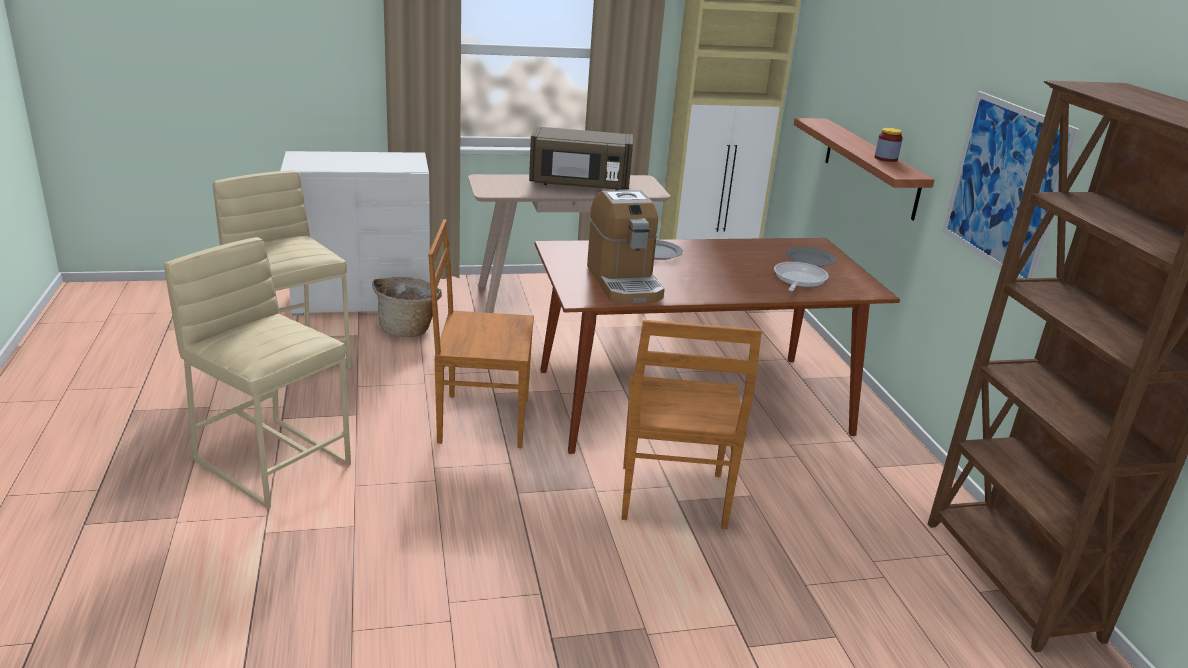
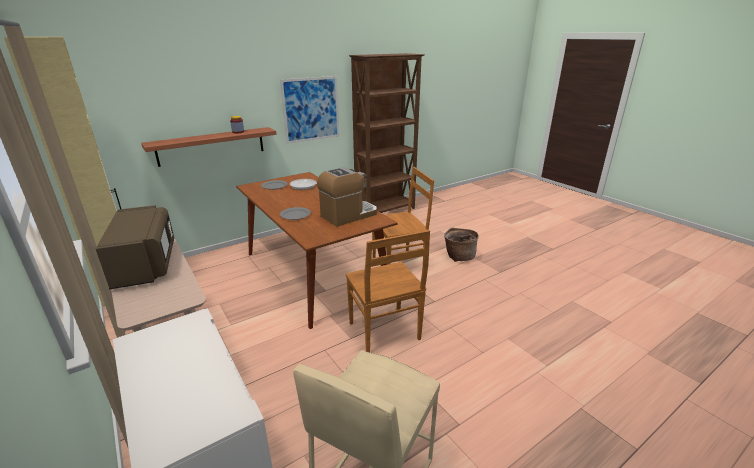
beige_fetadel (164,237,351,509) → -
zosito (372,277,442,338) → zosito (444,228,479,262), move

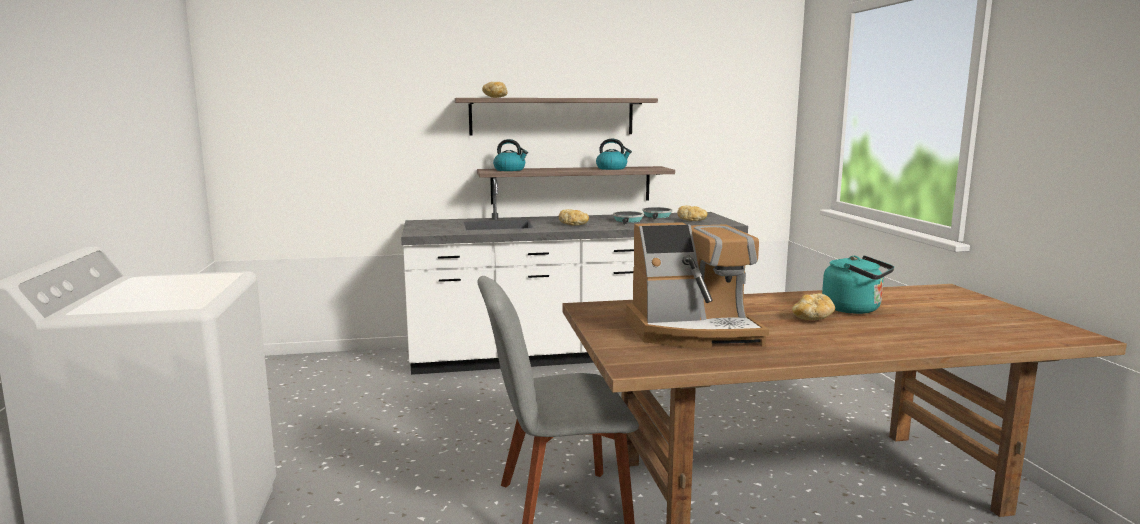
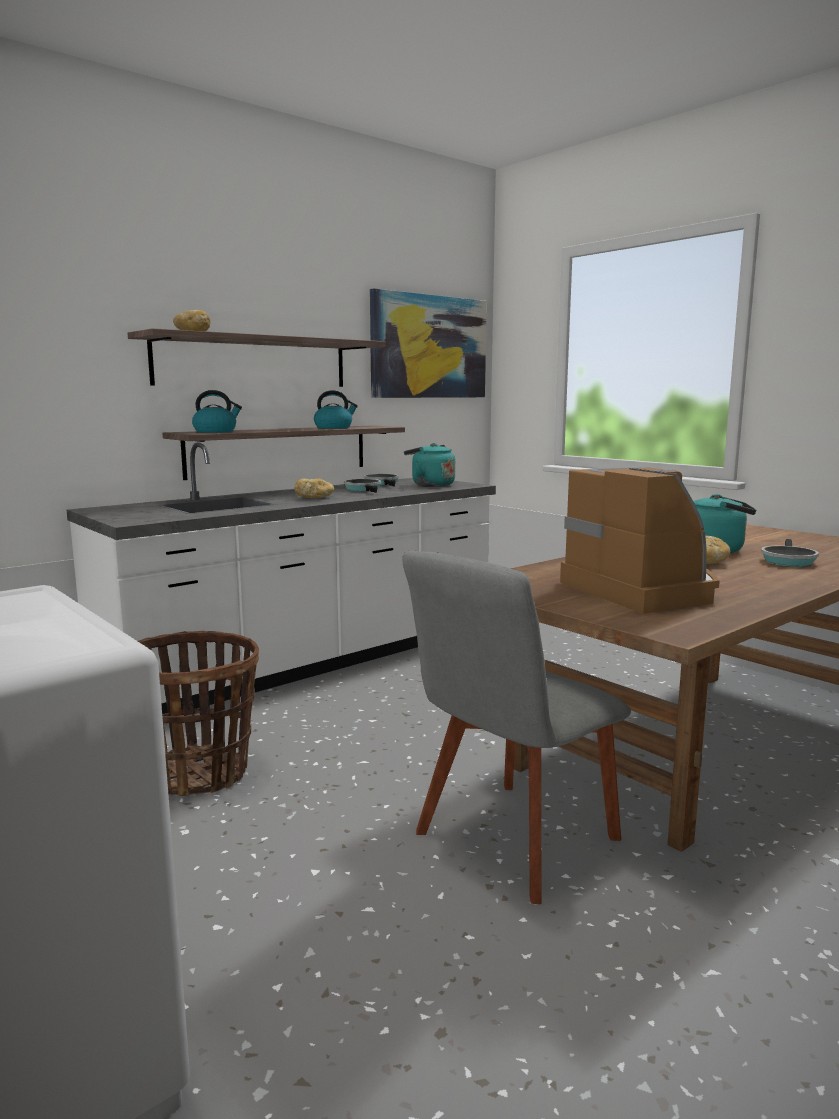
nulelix (677,206,708,221) → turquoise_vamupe (404,443,455,487)
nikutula (626,222,769,348) → nikutula (560,466,720,614), 75 degrees counterclockwise
- → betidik (370,288,487,398)
- → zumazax (761,539,819,567)
- → zosito (138,631,259,796)

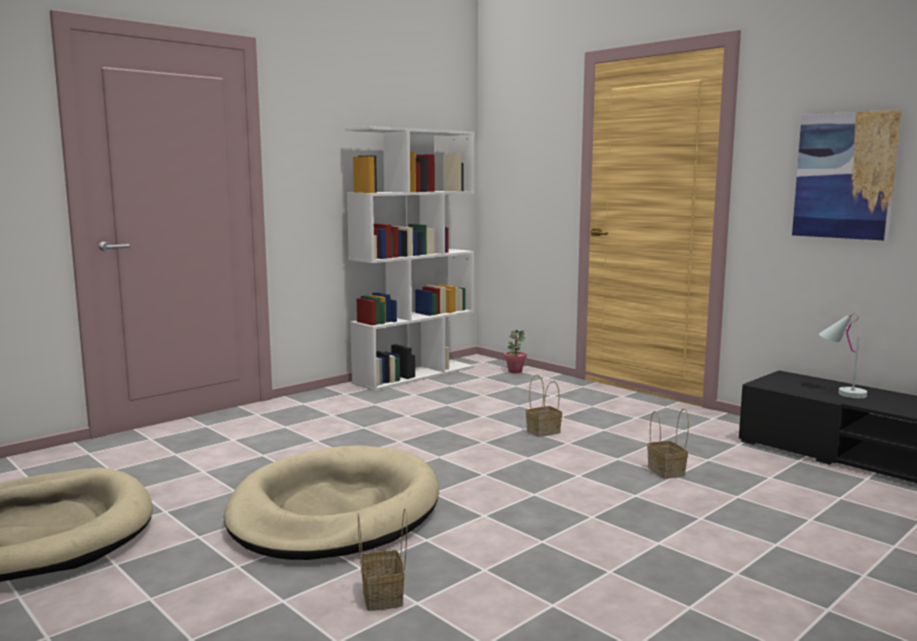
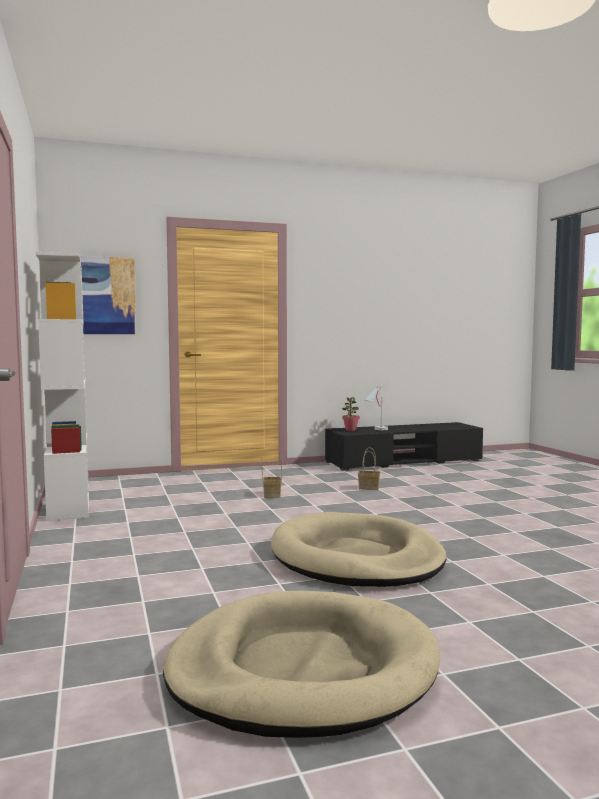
betidik (792,109,902,241) → betidik (80,256,136,334), move
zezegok (504,329,527,373) → zezegok (342,397,360,431), move
zosito (358,508,407,611) → -

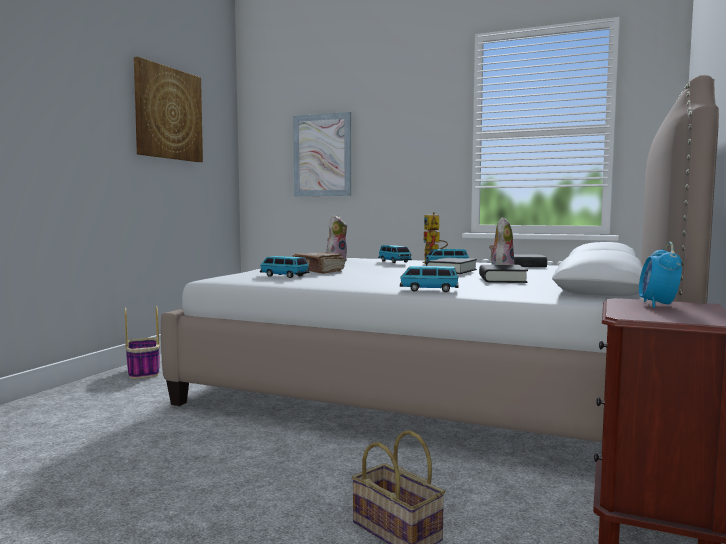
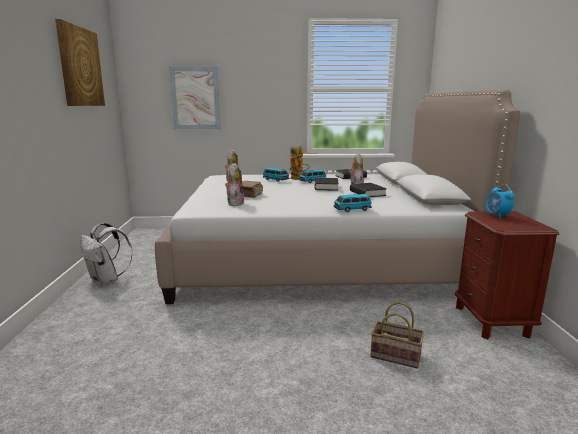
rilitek (260,256,309,278) → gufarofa (225,163,244,206)
zosito (125,306,160,379) → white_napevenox (81,223,133,286)

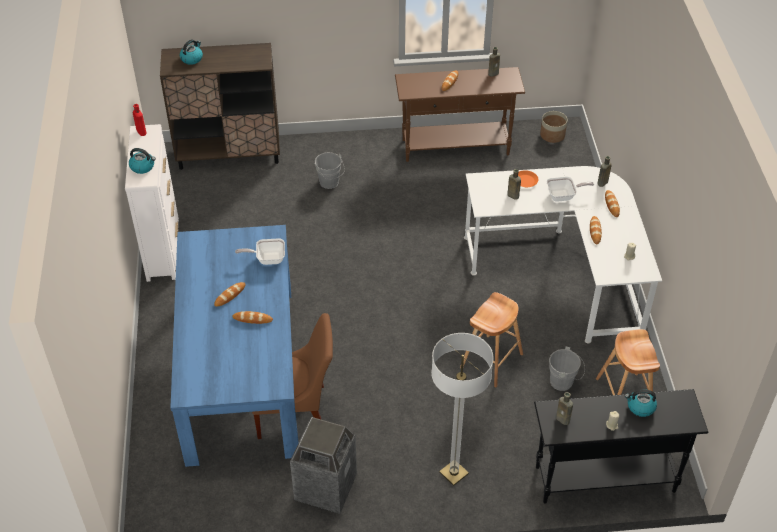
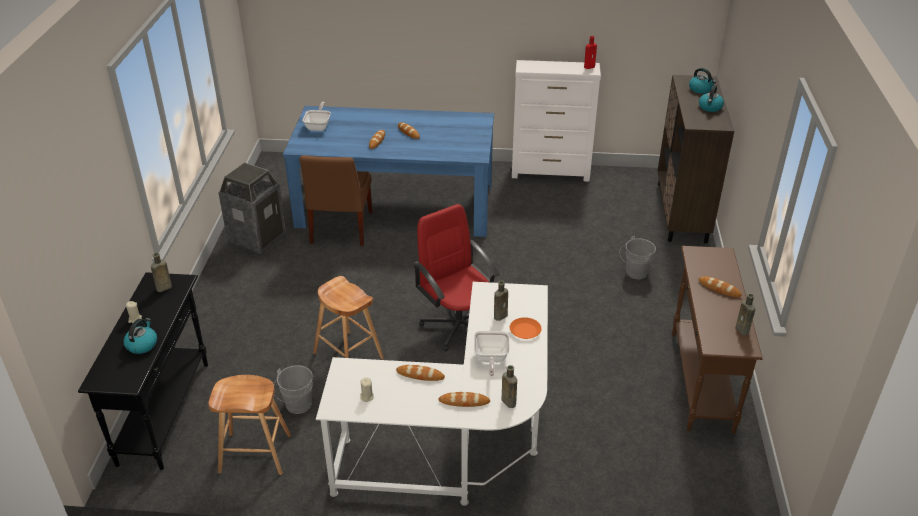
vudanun (540,111,567,143) → -
vamupe (129,148,156,174) → vamupe (699,85,724,112), move
zumazax (235,238,285,265) → zumazax (302,102,331,131), move
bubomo (431,333,494,486) → -
- → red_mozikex (413,204,500,351)

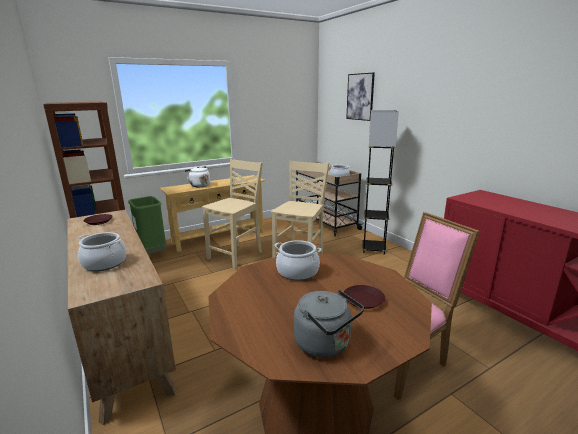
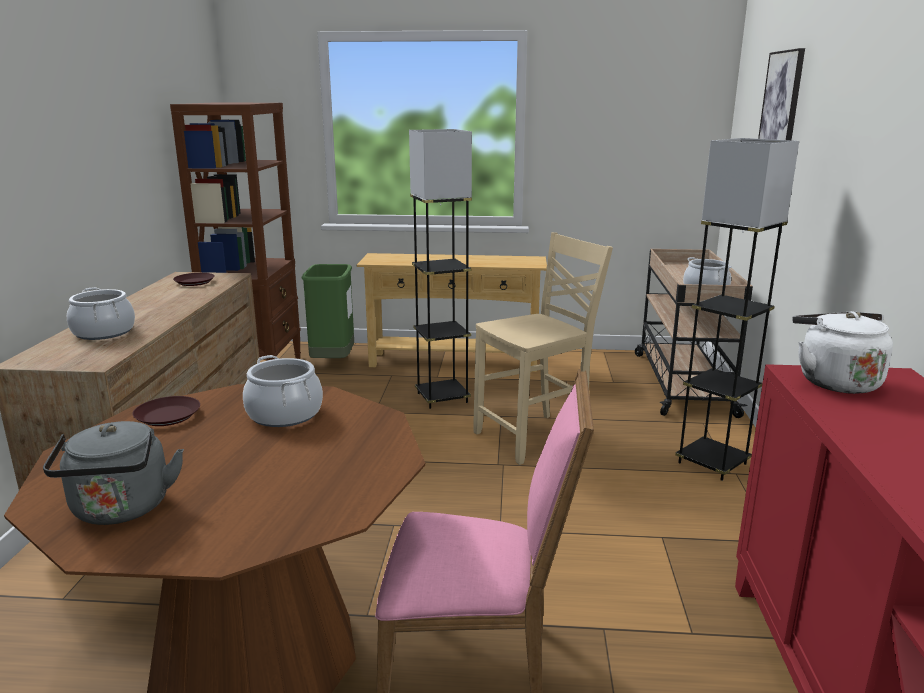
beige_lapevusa (202,159,263,269) → grey_bubomo (409,129,472,409)
white_vamupe (185,166,210,187) → white_vamupe (792,311,893,394), move
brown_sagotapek (344,285,385,309) → brown_sagotapek (132,396,200,426), move

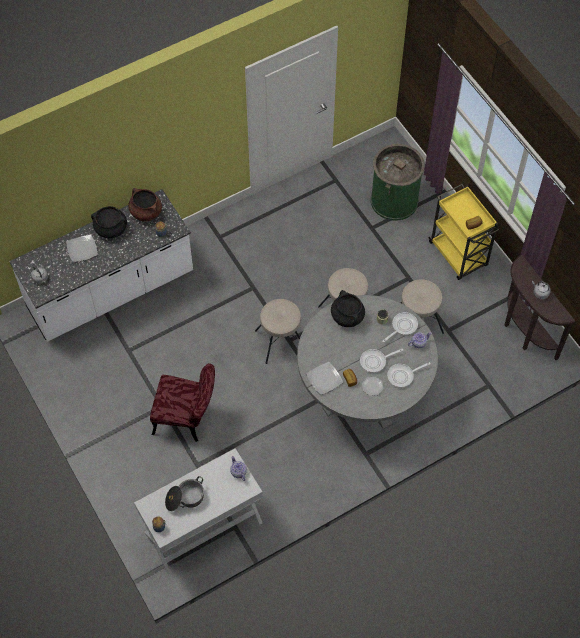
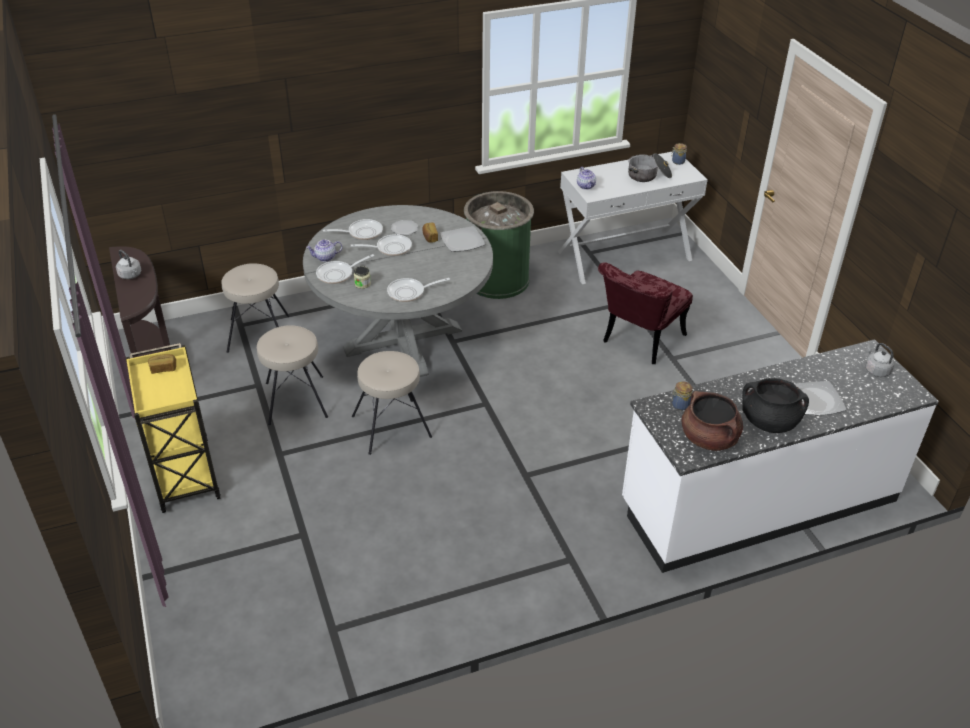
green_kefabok (371,144,425,221) → green_kefabok (464,191,534,299), move
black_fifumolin (331,290,365,327) → zumazax (387,278,450,302)
beige_fetadel (255,299,301,364) → beige_fetadel (222,263,290,353), move
red_lapevusa (150,363,215,442) → red_lapevusa (598,262,693,364), 75 degrees counterclockwise

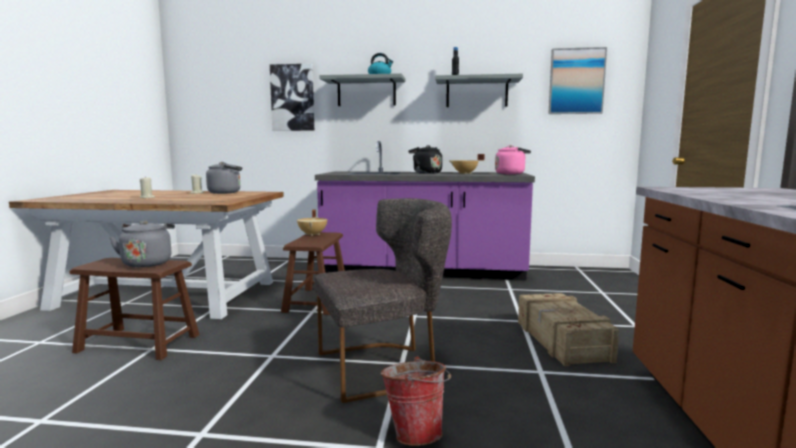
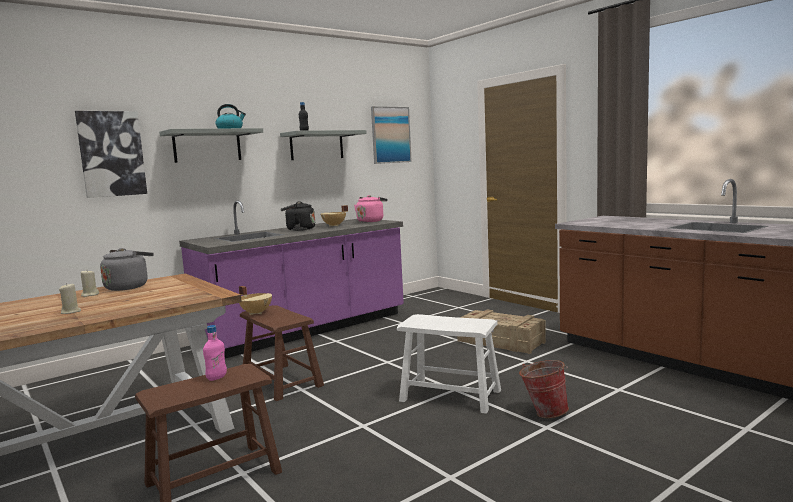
grey_lapevusa (314,198,452,403) → white_fetadel (397,314,501,414)
grey_vamupe (109,221,175,267) → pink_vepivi (203,325,227,381)

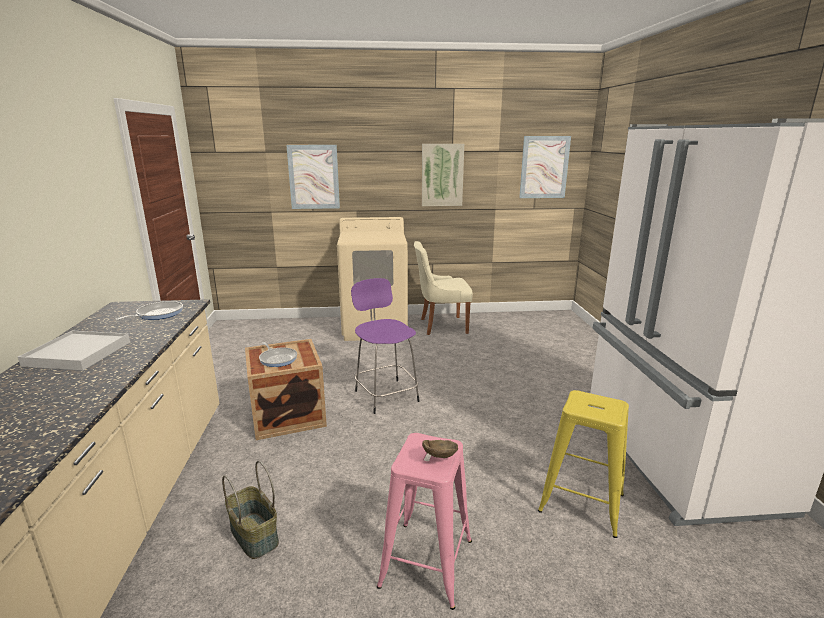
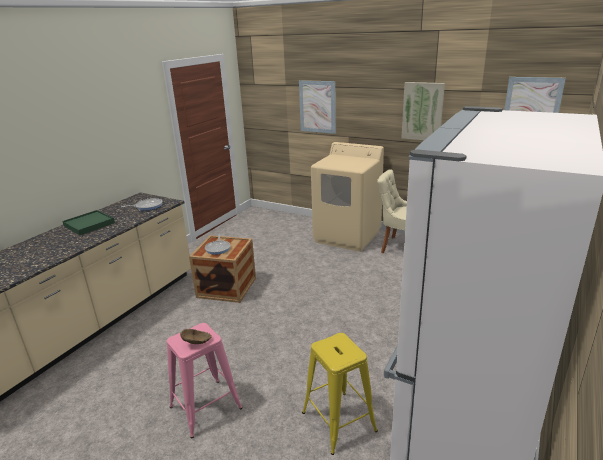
purple_fetadel (351,278,419,414) → -
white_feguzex (18,331,130,370) → green_feguzex (62,210,115,235)
zosito (222,461,279,559) → -

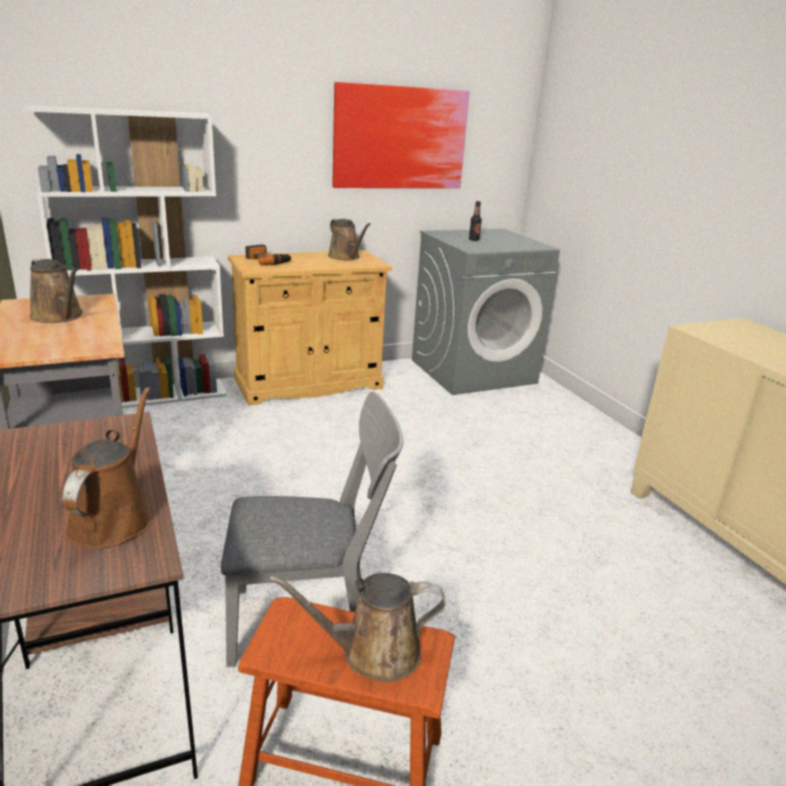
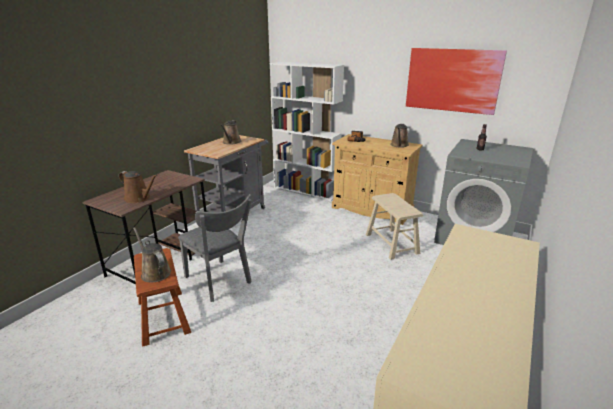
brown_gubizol (63,387,152,549) → brown_gubizol (119,171,157,203), 60 degrees clockwise
- → beige_fetadel (366,193,423,260)

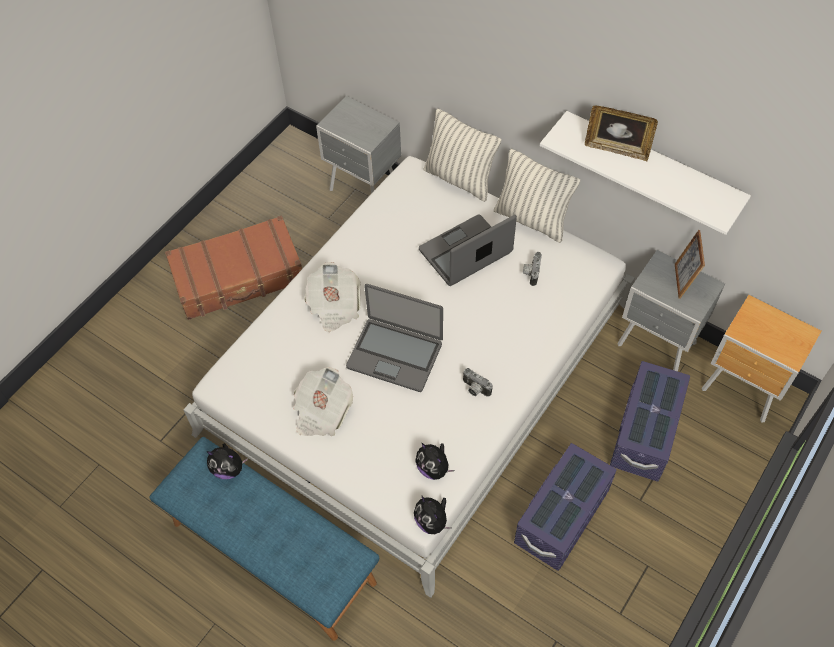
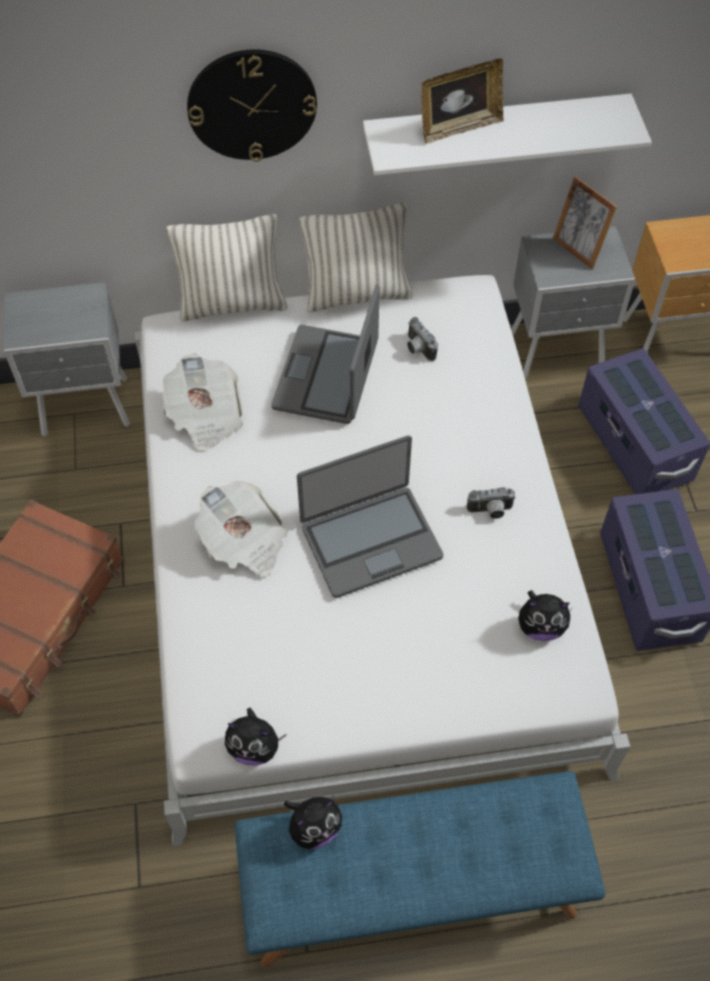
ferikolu (293,367,353,436) → ferikolu (162,354,243,452), move
gufarofa (414,495,451,534) → gufarofa (225,708,286,766), move
- → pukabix (187,49,317,162)

